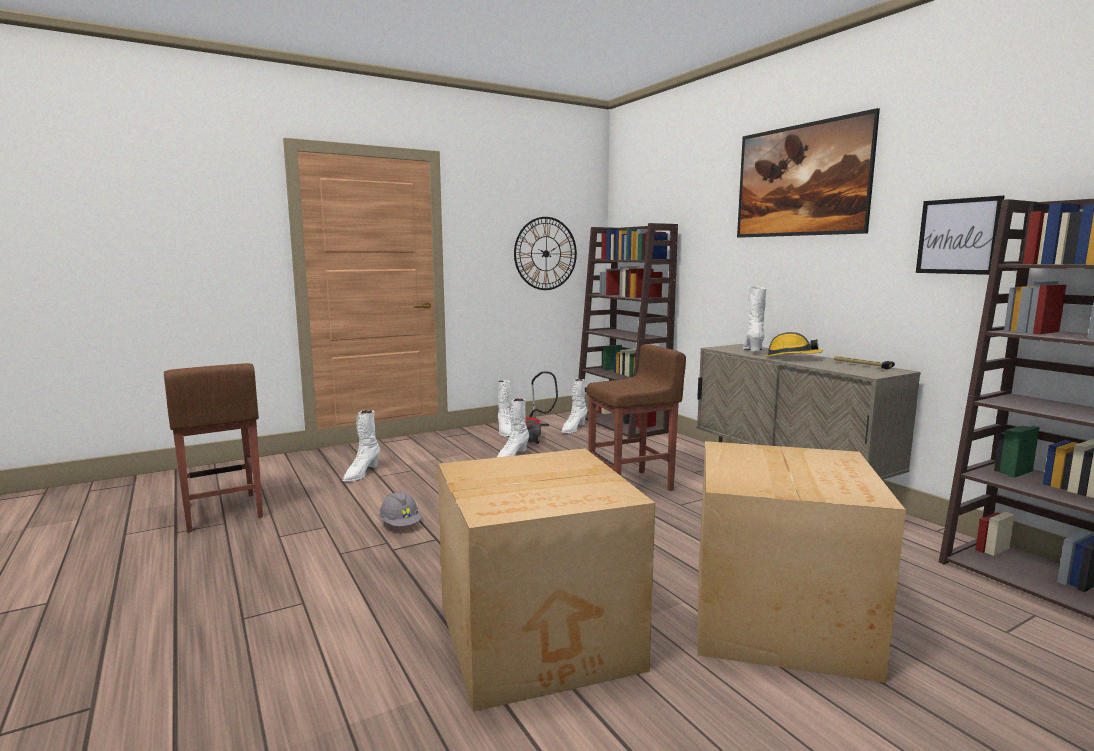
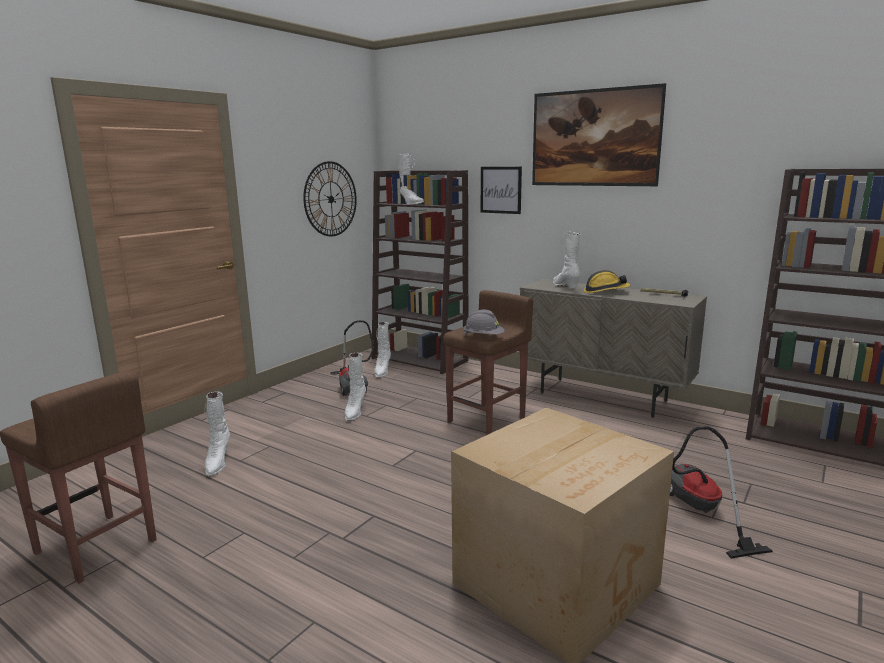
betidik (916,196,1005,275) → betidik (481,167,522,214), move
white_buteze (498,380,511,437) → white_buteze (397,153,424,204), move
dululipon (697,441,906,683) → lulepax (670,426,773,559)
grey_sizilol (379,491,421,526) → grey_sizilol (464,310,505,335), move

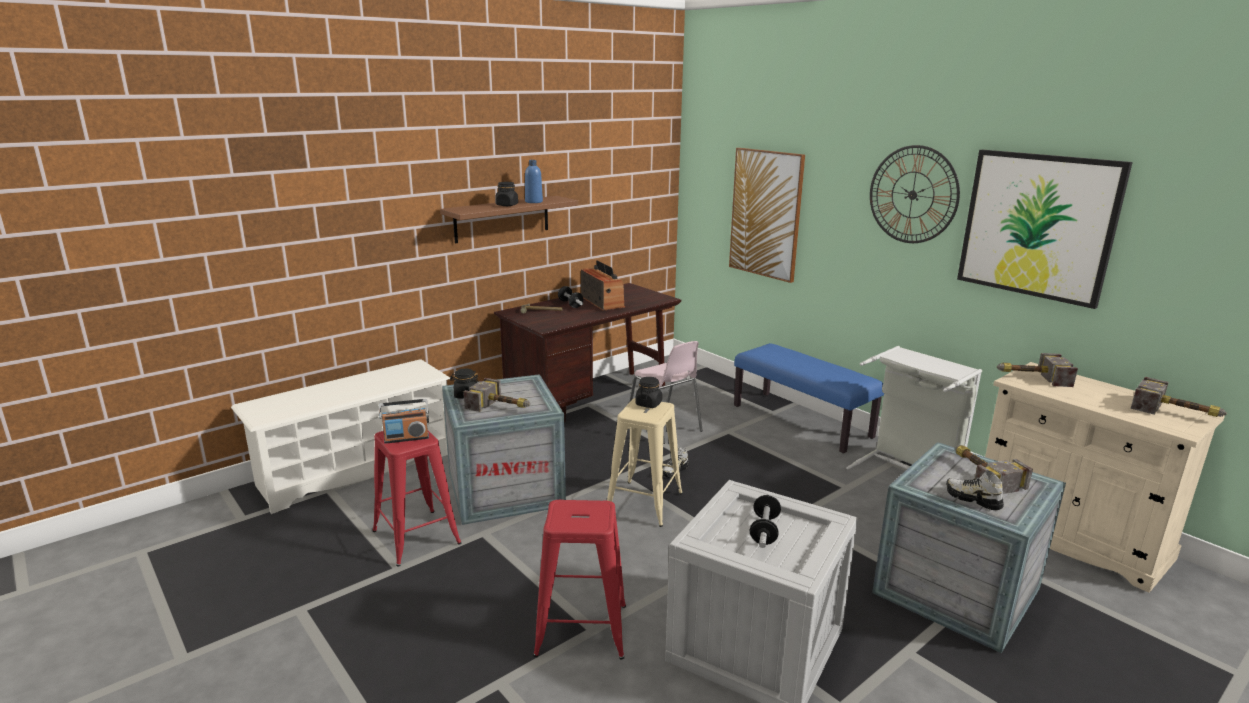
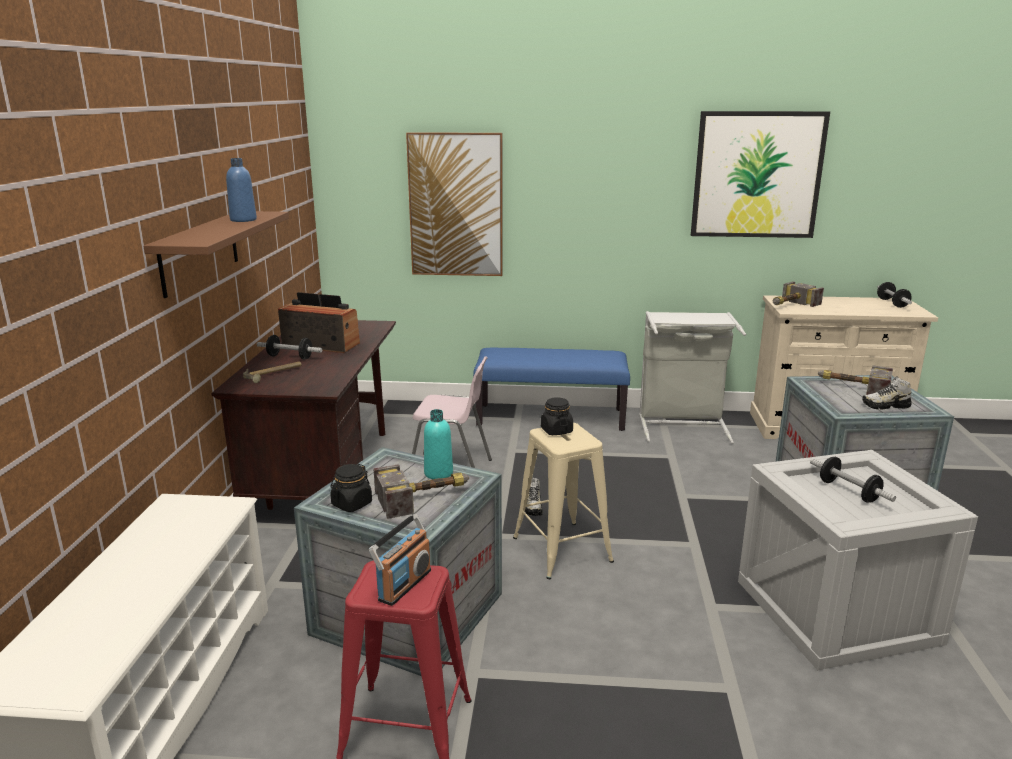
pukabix (870,145,960,243) → -
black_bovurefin (495,182,518,206) → -
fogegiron (1131,377,1227,417) → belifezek (877,282,912,308)
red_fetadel (533,500,626,659) → -
- → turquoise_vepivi (424,409,453,479)

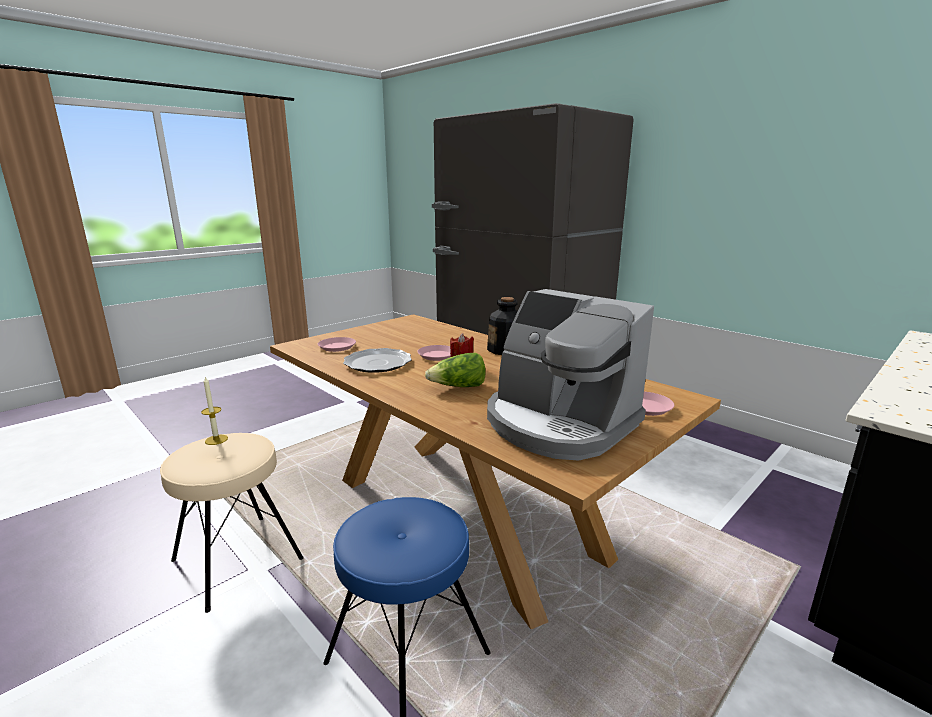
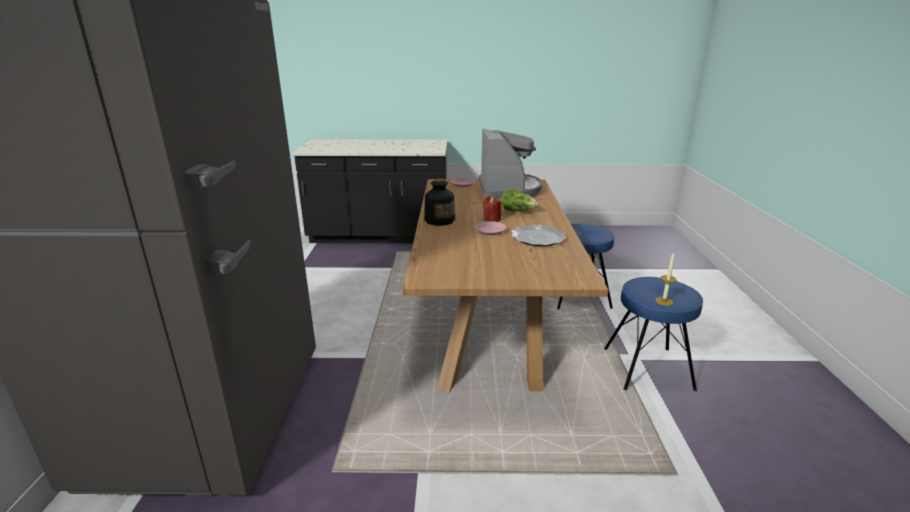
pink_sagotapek (318,337,356,352) → -
beige_fetadel (160,433,304,613) → blue_fetadel (604,277,703,391)

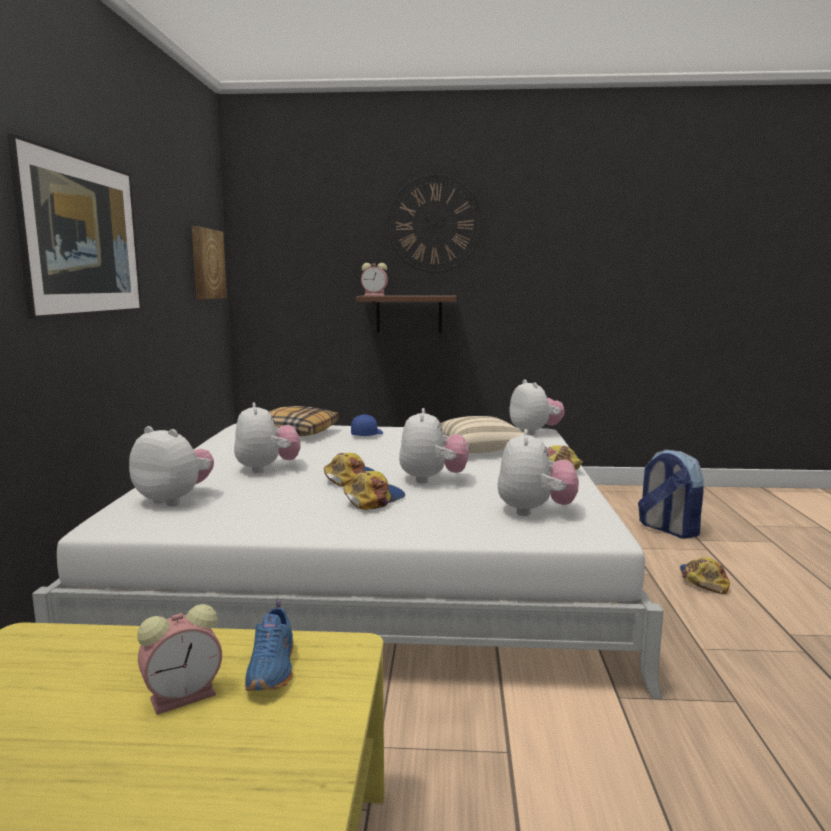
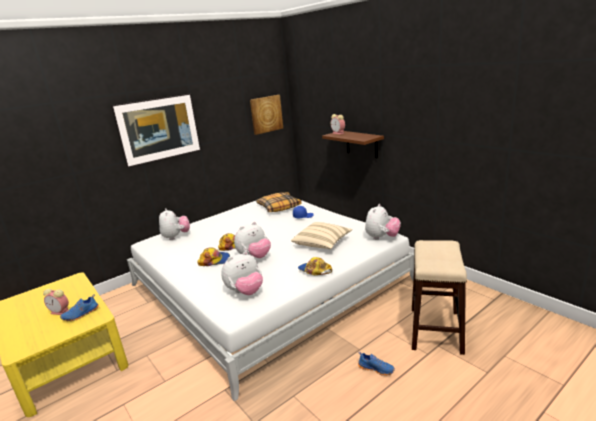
pukabix (387,174,483,273) → -
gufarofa (234,403,301,473) → -
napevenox (638,449,704,539) → fetadel (412,240,467,355)
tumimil (680,557,730,594) → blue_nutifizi (358,352,395,376)

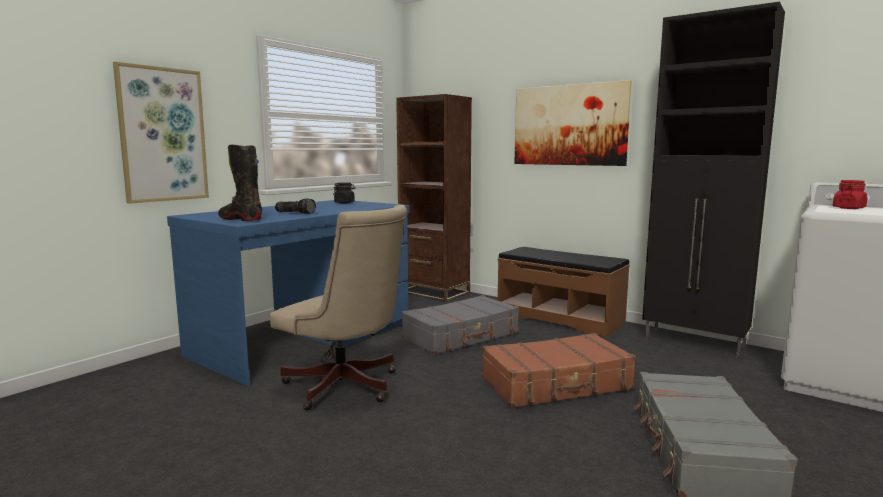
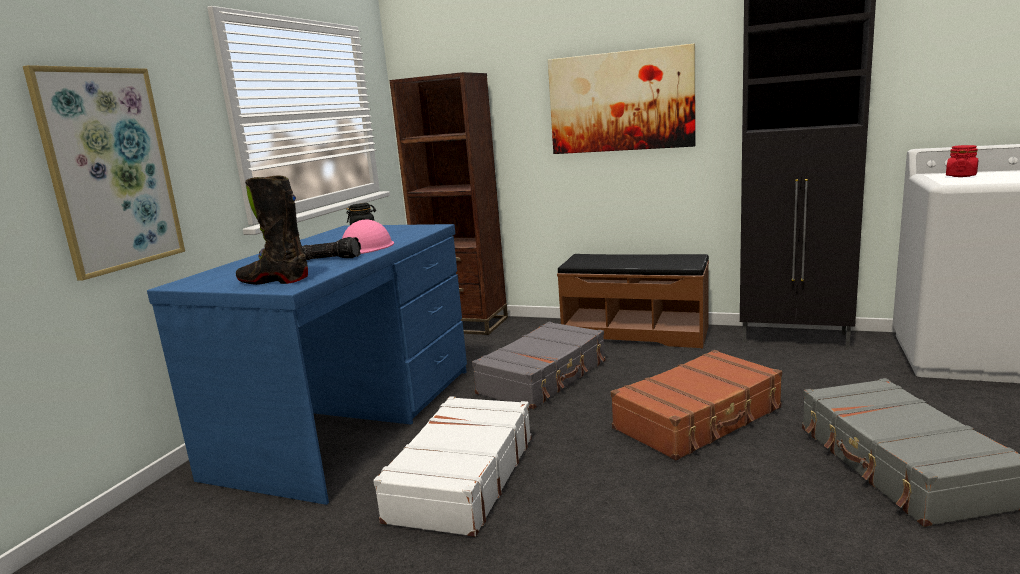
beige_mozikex (270,204,407,410) → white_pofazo (373,396,532,537)
- → pink_sizilol (342,219,394,254)

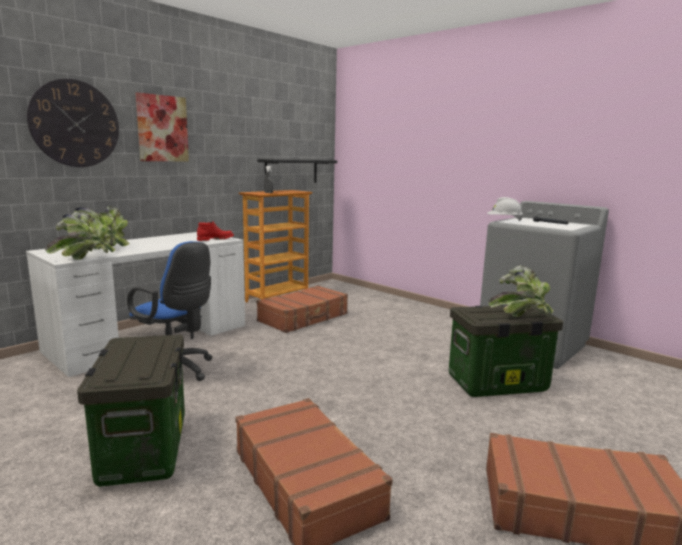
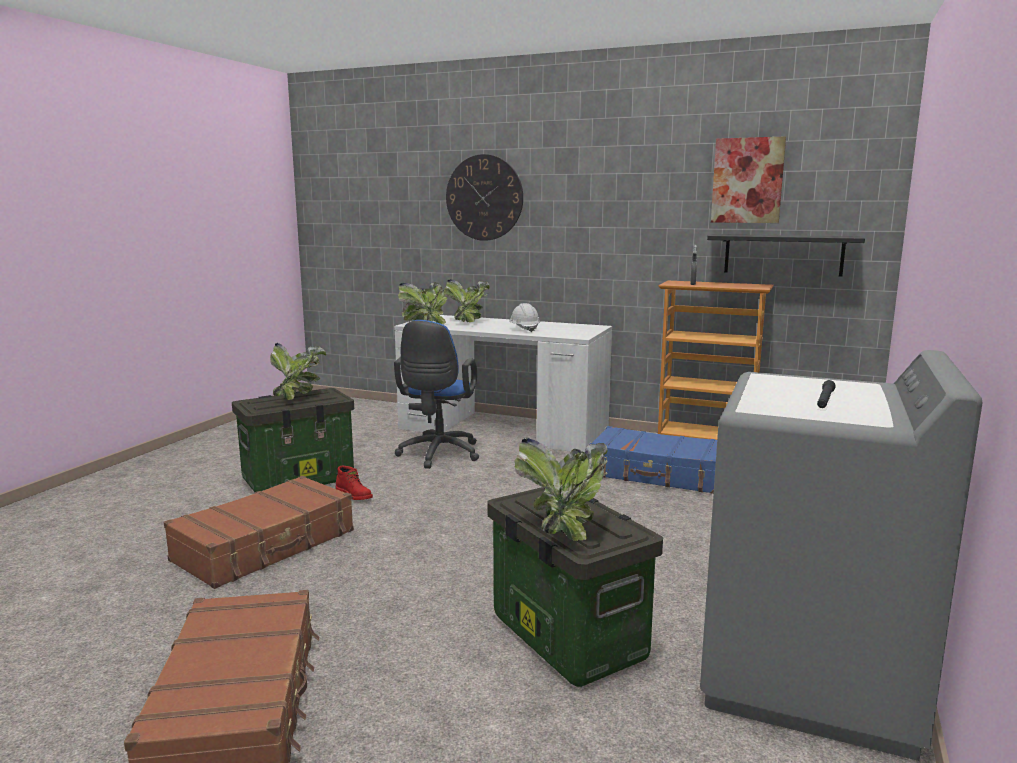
betidik (136,92,189,162) → betidik (711,136,786,223), move
white_sizilol (487,197,523,221) → white_sizilol (509,303,540,332), move
red_buteze (197,222,234,241) → red_buteze (335,466,373,500), move
brown_pofazo (257,286,348,333) → blue_pofazo (589,426,717,494)
- → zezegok (270,343,326,400)

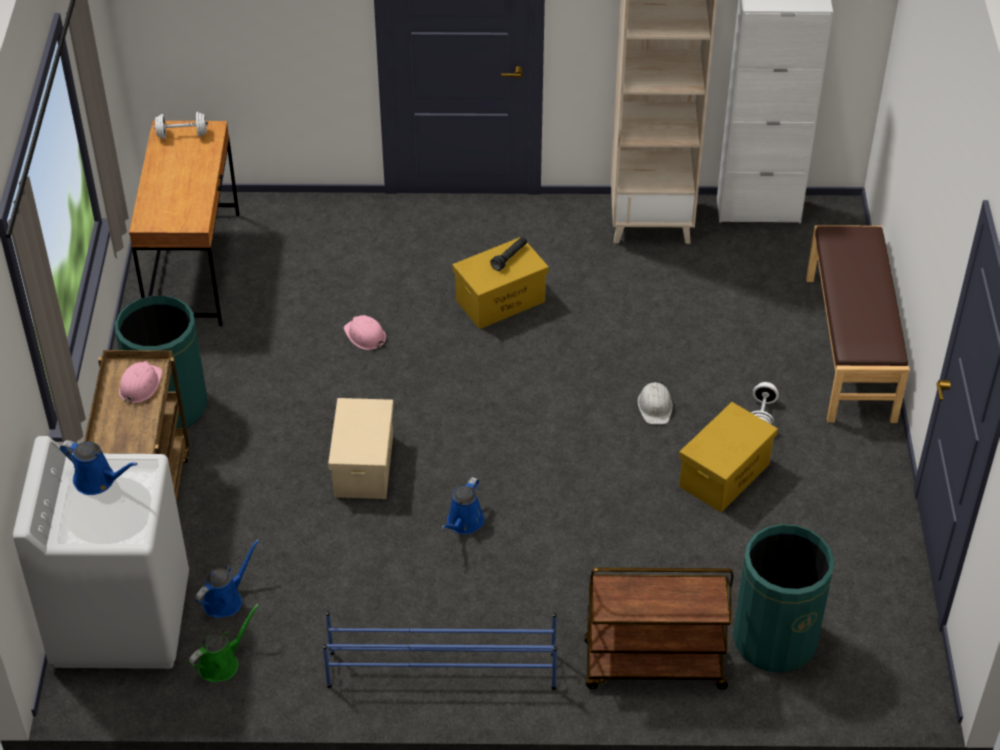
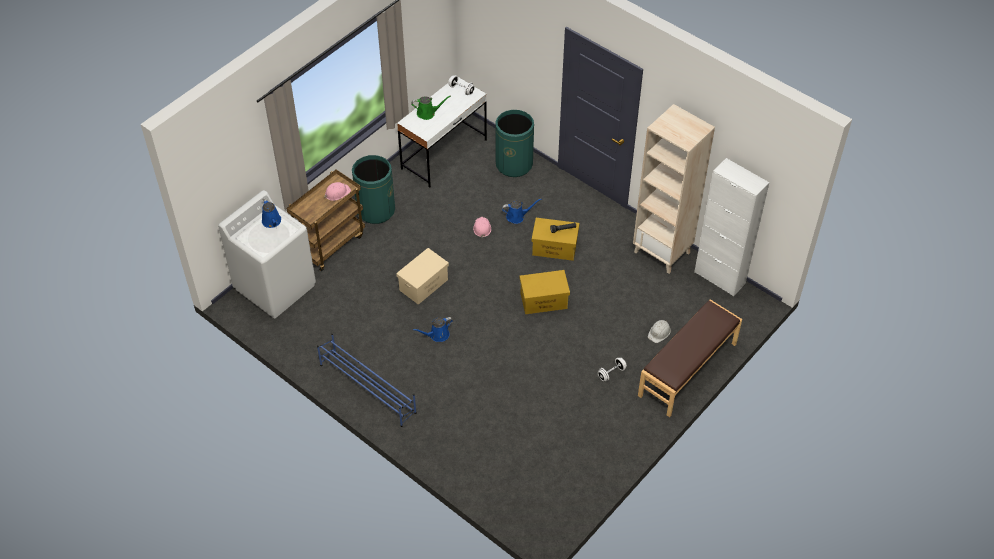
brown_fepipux (129,121,239,326) → white_fepipux (397,77,487,188)
white_sizilol (638,382,673,425) → white_sizilol (648,320,671,343), move
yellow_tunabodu (679,402,778,512) → yellow_tunabodu (520,270,570,314), move
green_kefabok (733,524,834,673) → green_kefabok (495,110,534,177), move
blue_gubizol (195,539,260,618) → blue_gubizol (502,199,541,224), move
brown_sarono (585,568,733,689) → -
green_gubizol (189,604,260,682) → green_gubizol (412,95,451,120), move

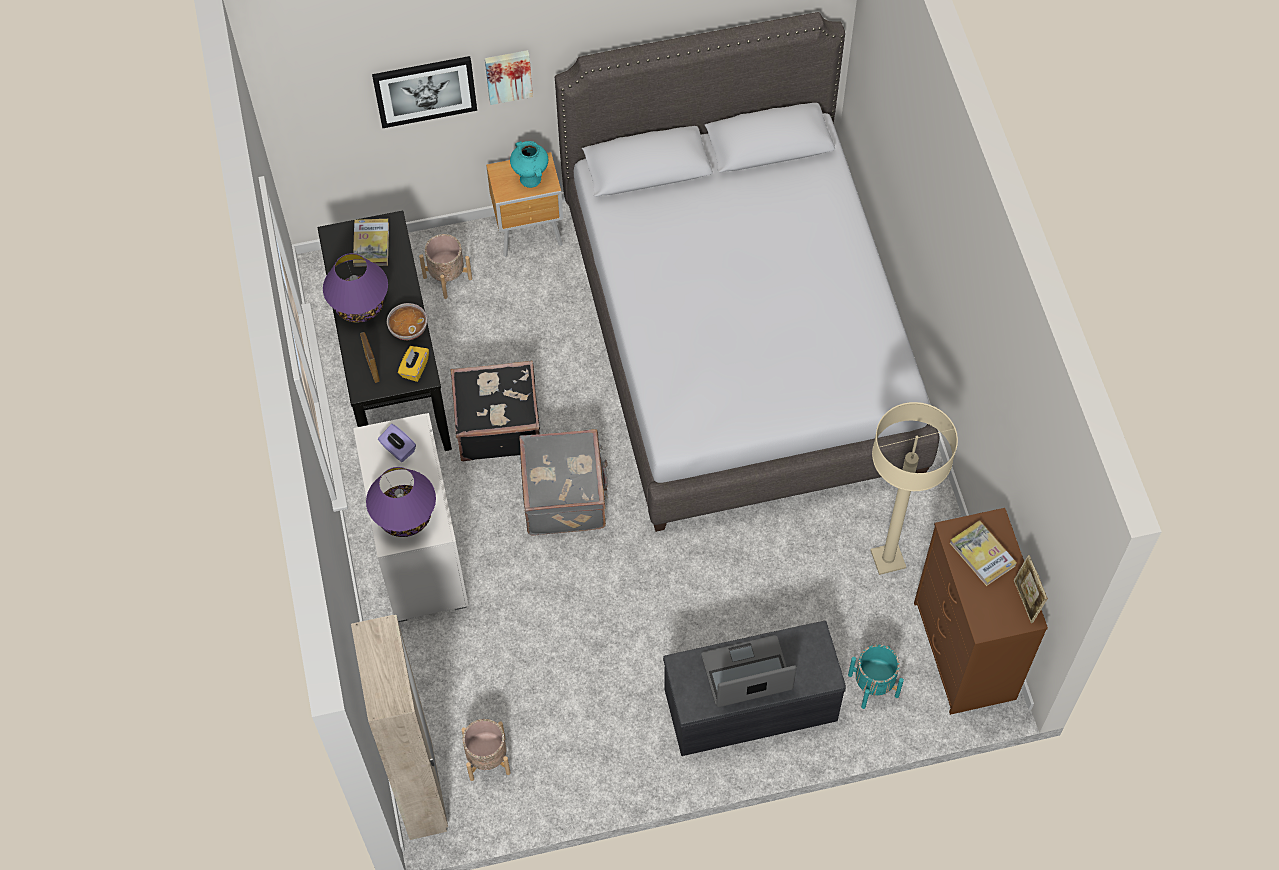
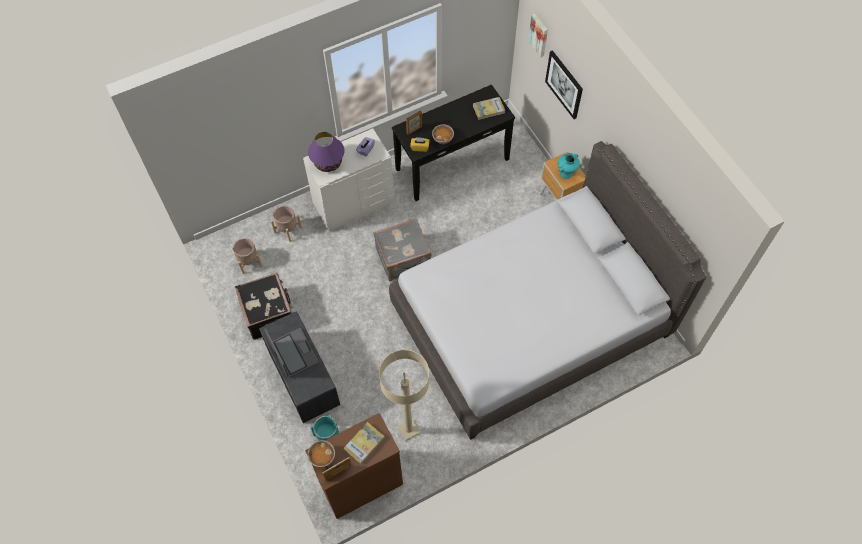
betidik (485,50,533,105) → betidik (528,13,548,57), move
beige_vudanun (419,234,472,299) → beige_vudanun (271,206,302,242), move
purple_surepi (323,253,388,323) → -
black_pofazo (450,361,540,461) → black_pofazo (235,273,292,340), move
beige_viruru (351,615,448,840) → -
- → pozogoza (308,440,335,468)

